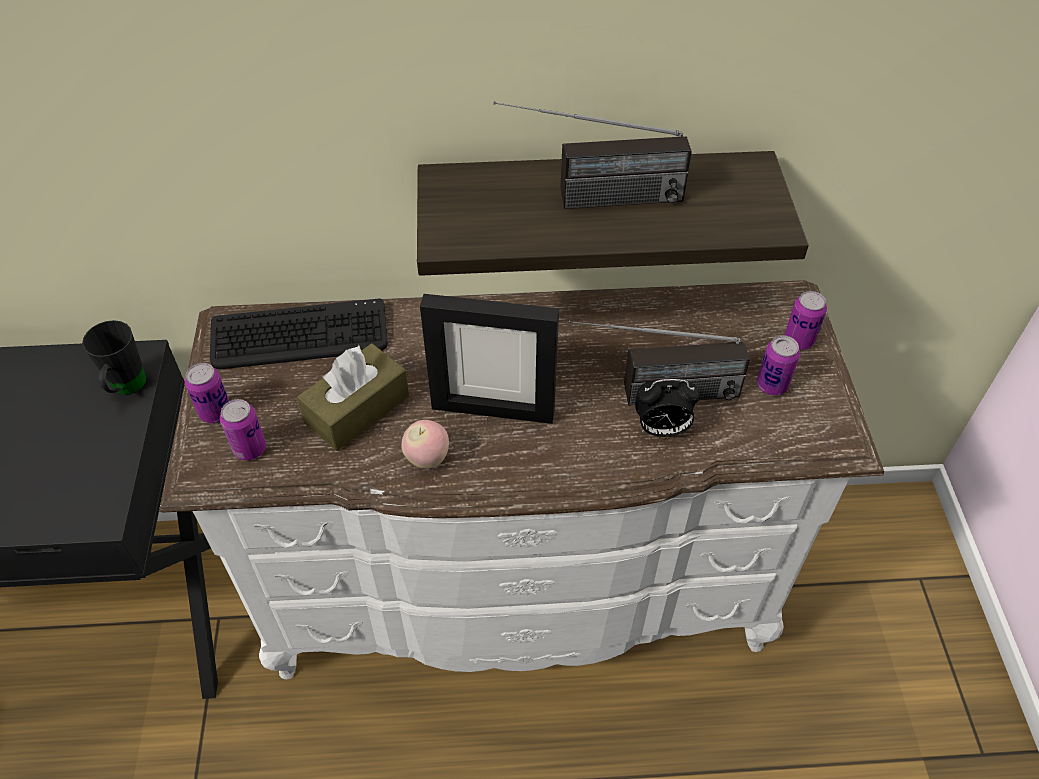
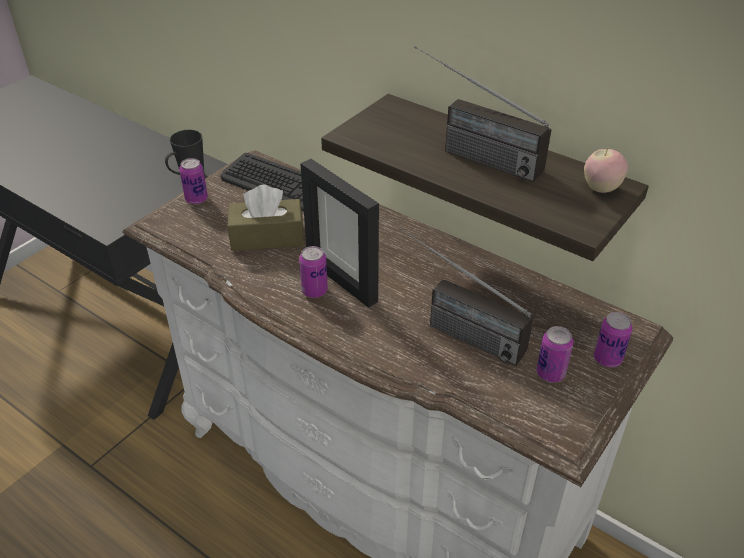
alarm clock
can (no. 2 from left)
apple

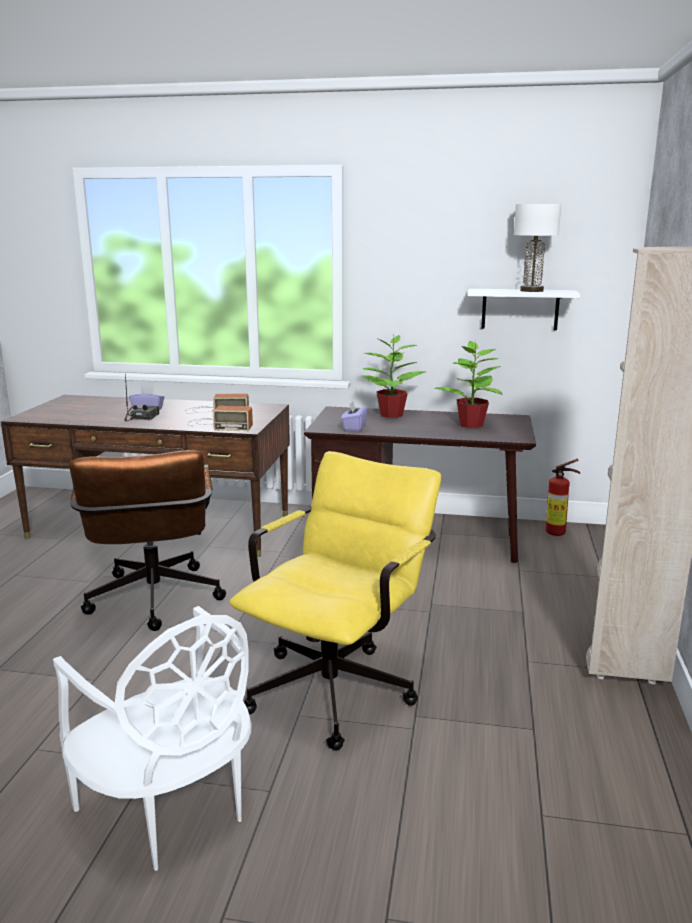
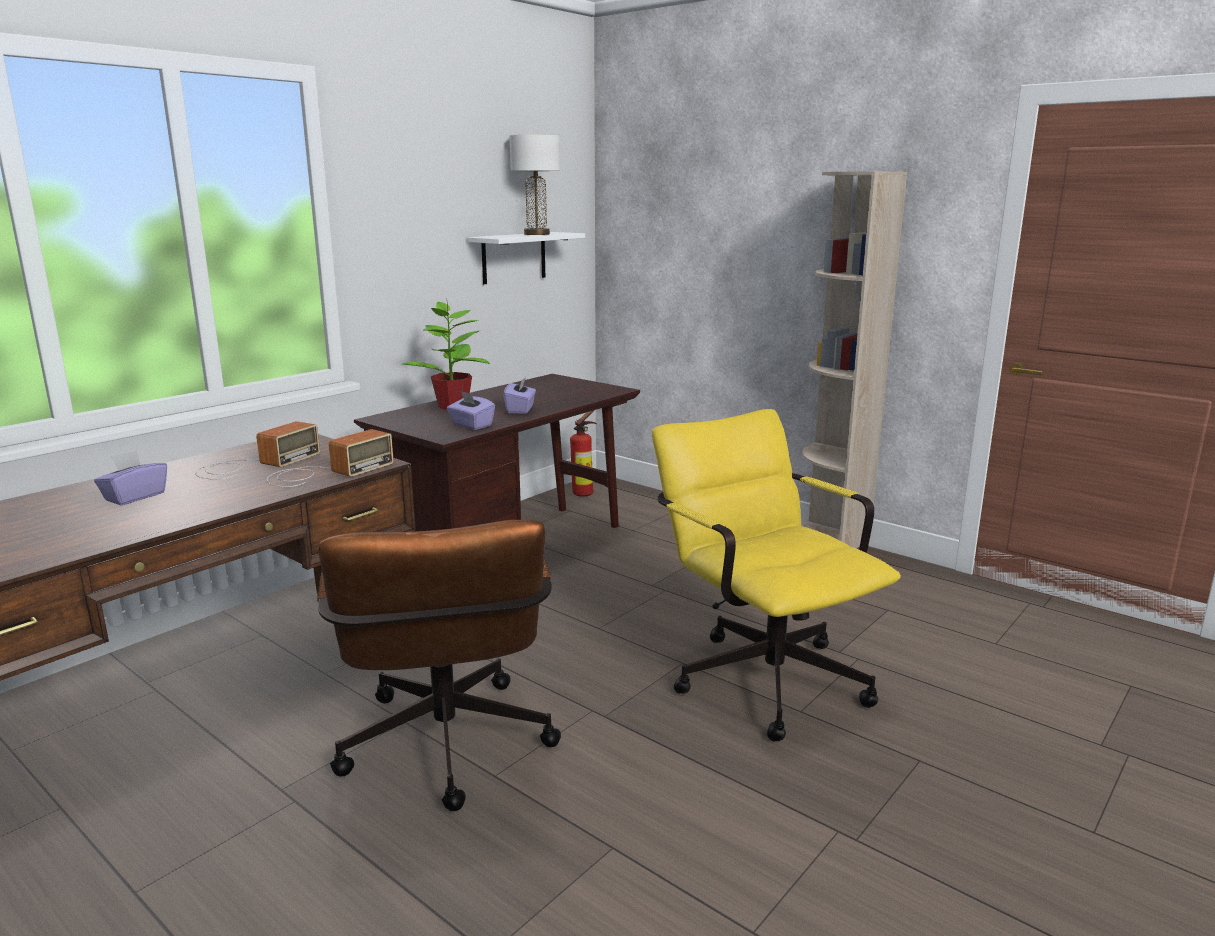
white chair
radio (no. 1 from left in the first image)
potted plant (no. 2 from left in the first image)
purple tissue box (no. 3 from left)
brown office chair

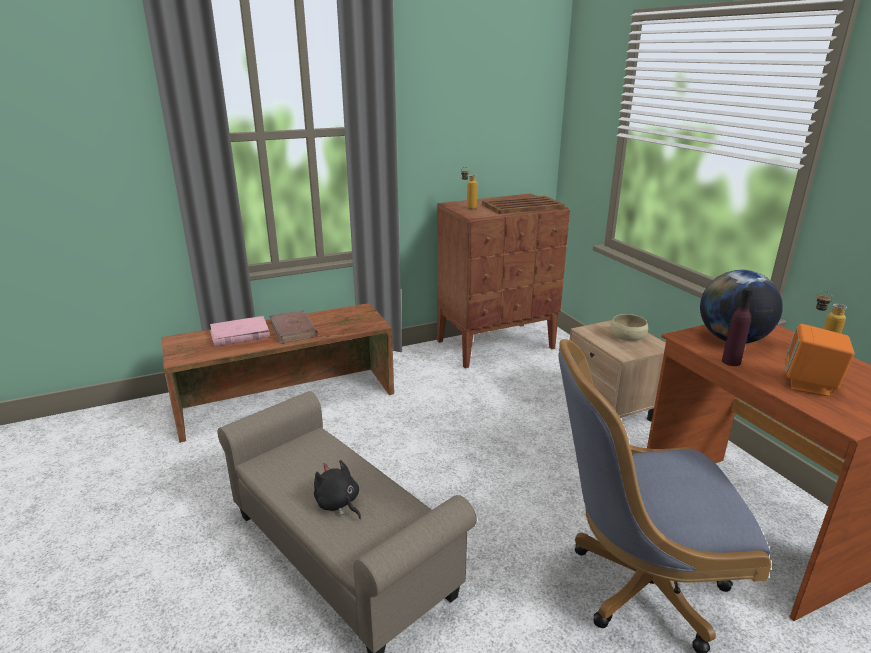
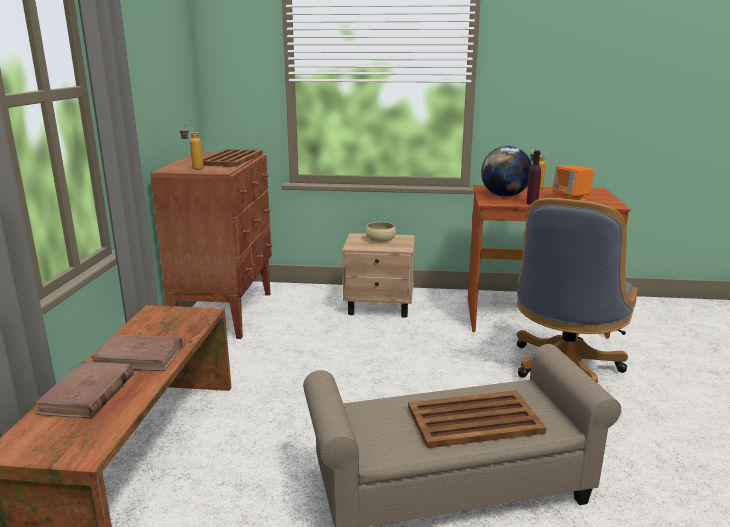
brown tray (no. 2 from left)
brown book (no. 1 from left)

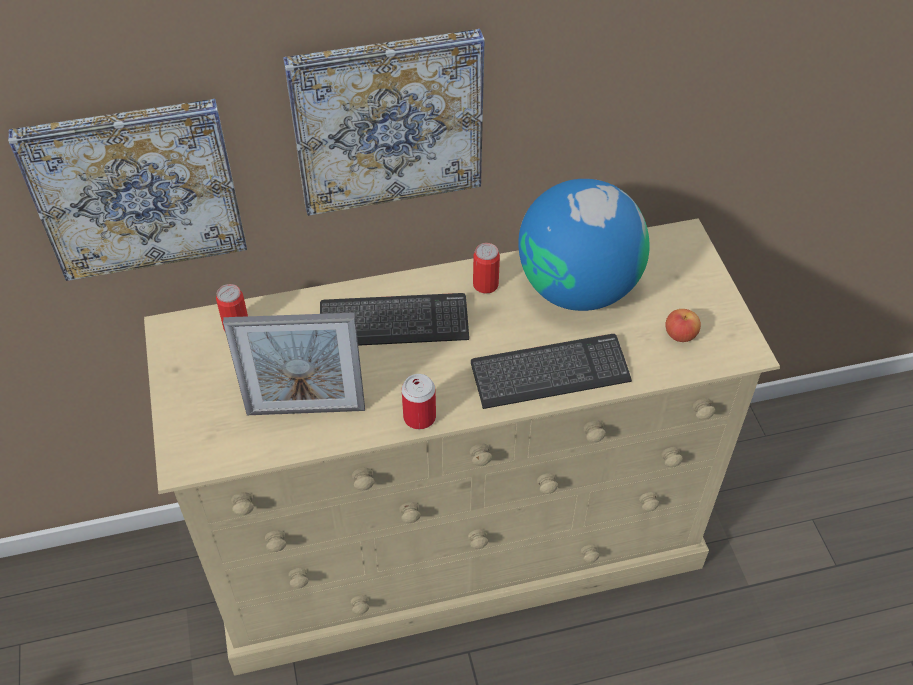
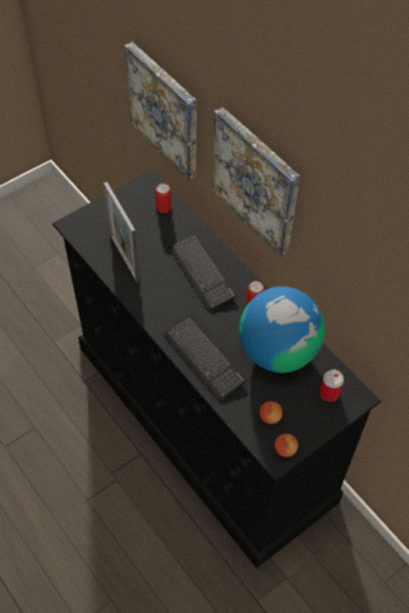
apple (no. 2 from left)
can (no. 3 from left)
black dresser

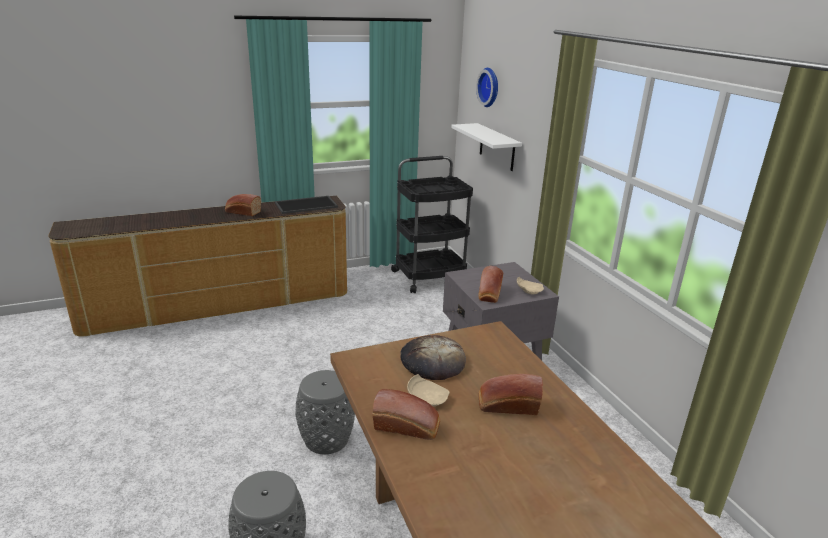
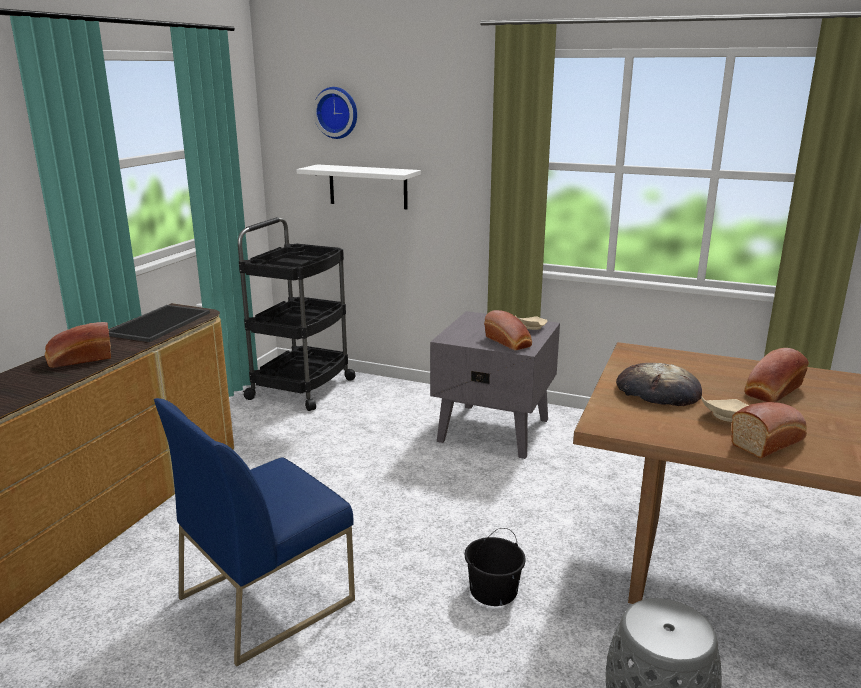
blue chair
black bucket

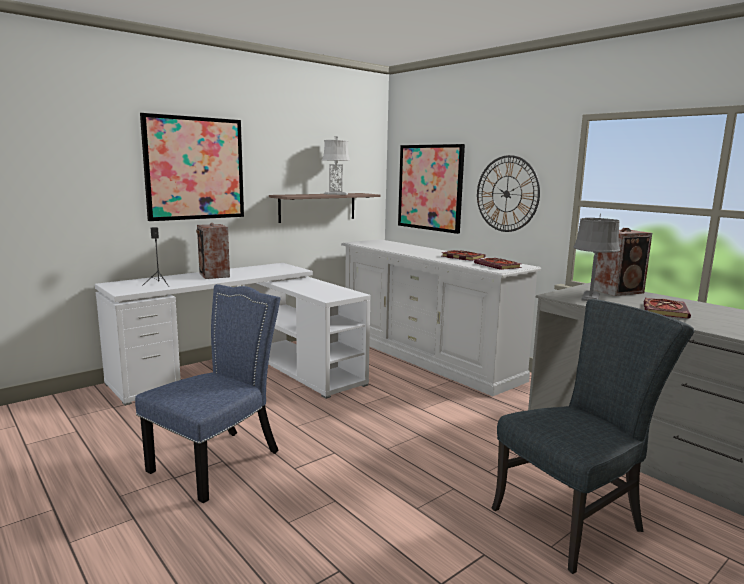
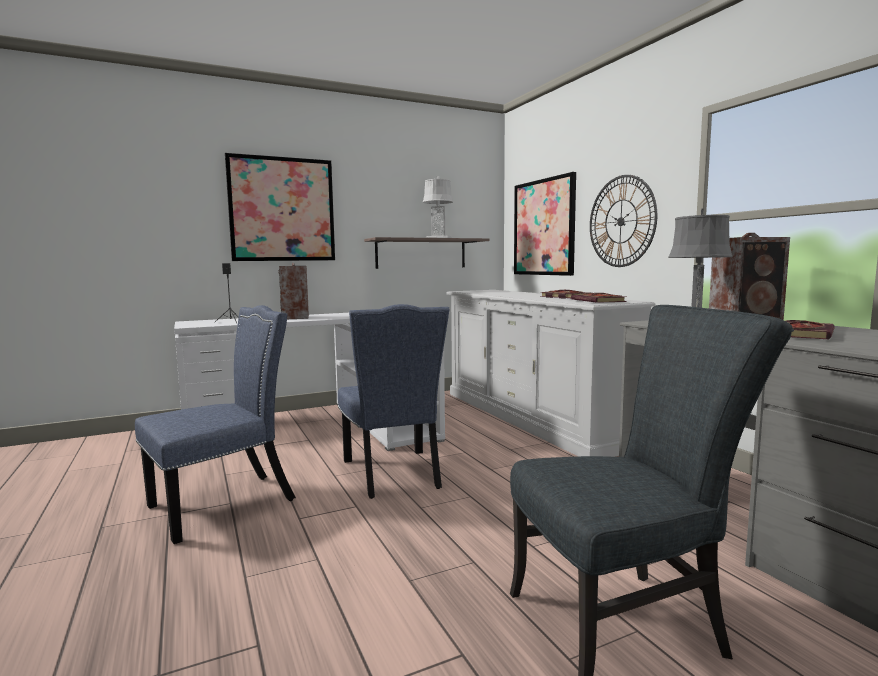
blue chair (no. 2 from left)

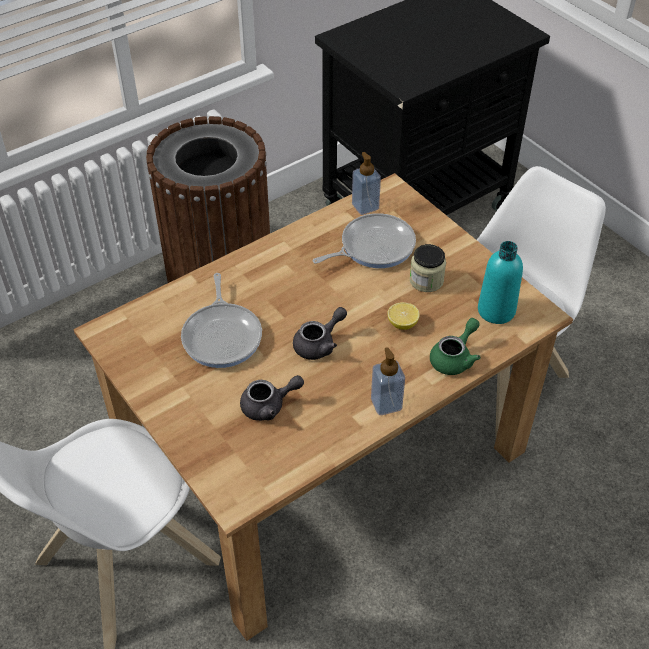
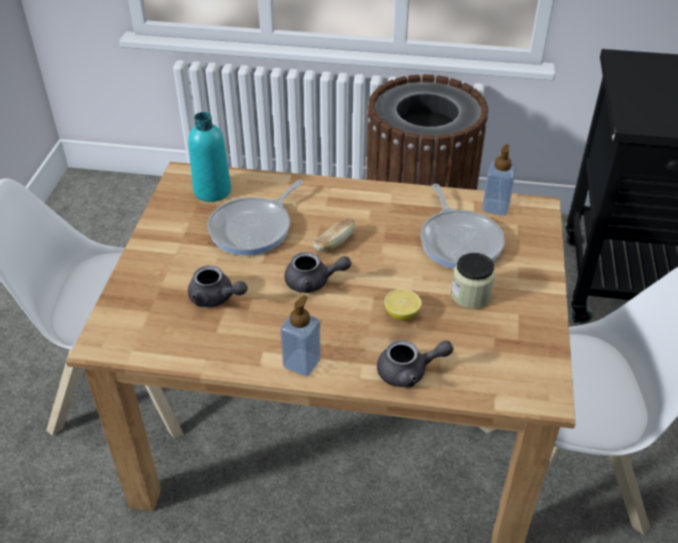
bread
turquoise bottle
grey teapot (no. 3 from left)
frying pan (no. 2 from left)

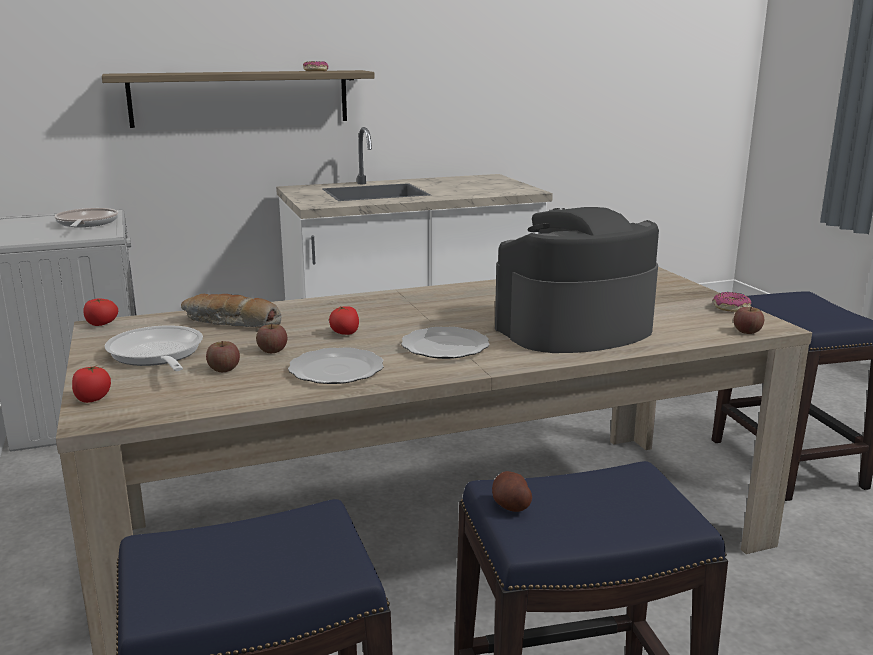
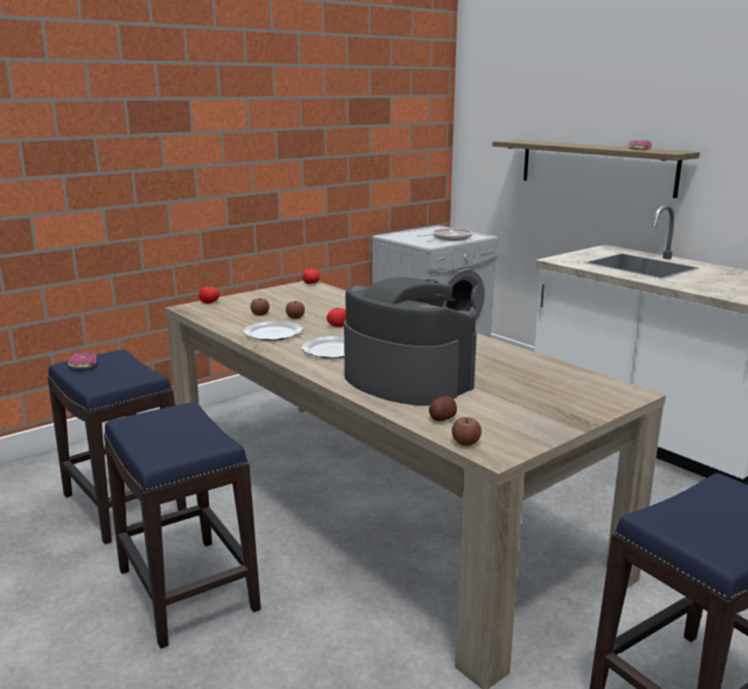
frying pan (no. 2 from left in the first image)
bread
potato
donut (no. 1 from left)

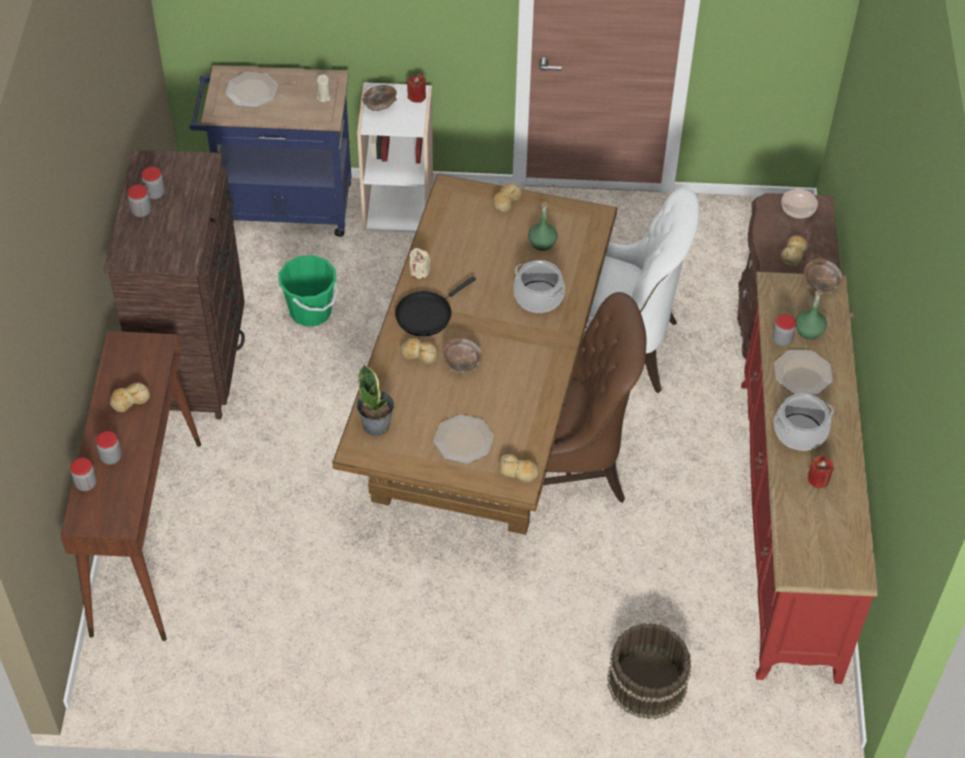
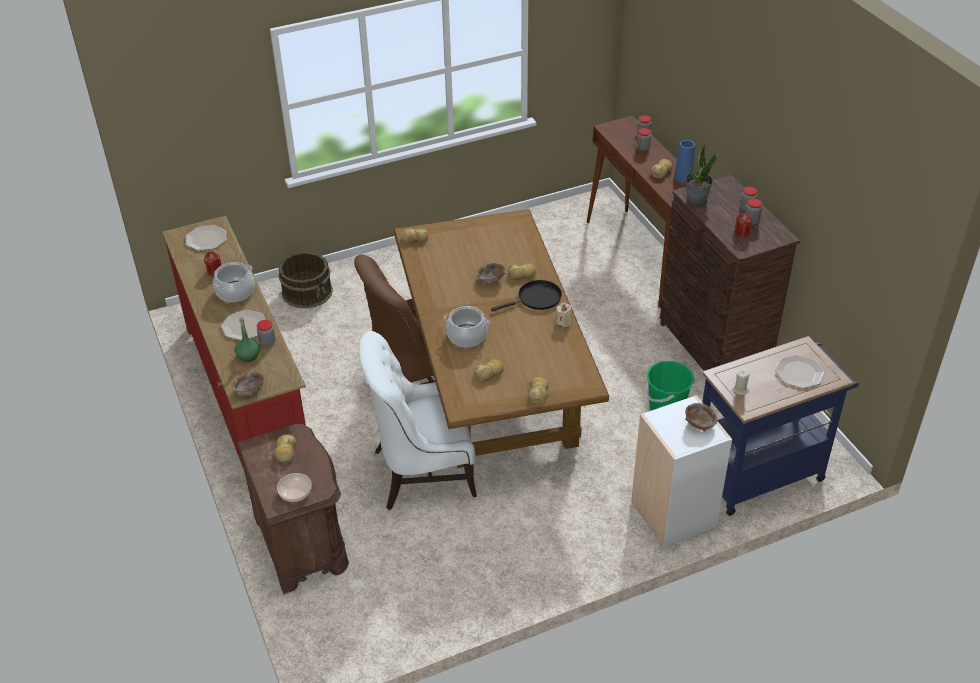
blue vase
potted plant
red candle (no. 2 from left)
plate (no. 1 from left)
bread (no. 3 from left)
black frying pan

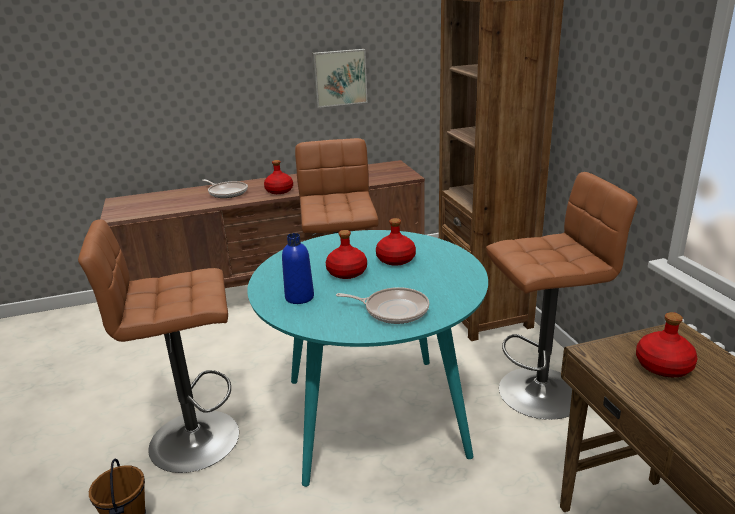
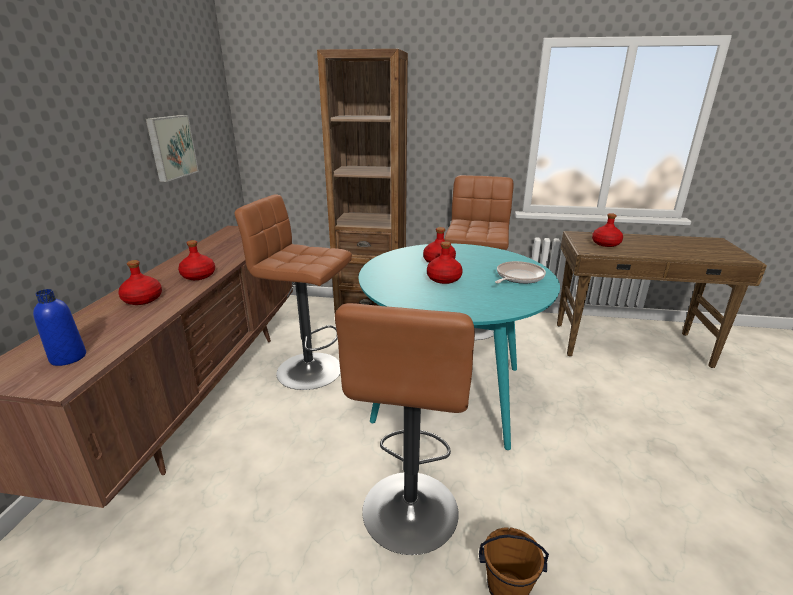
blue bottle
red bottle (no. 1 from left)

